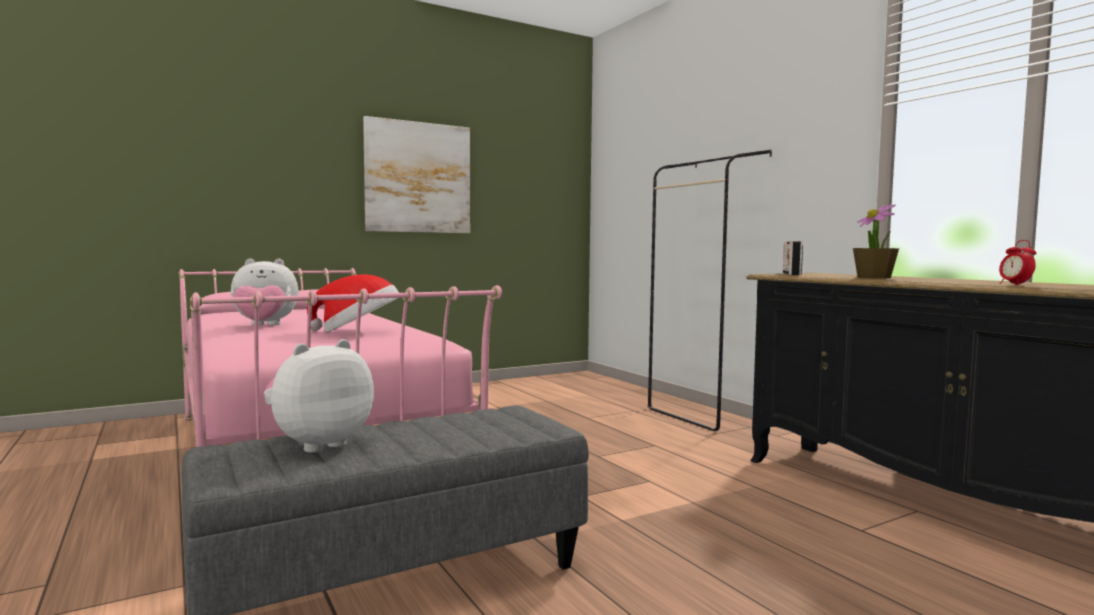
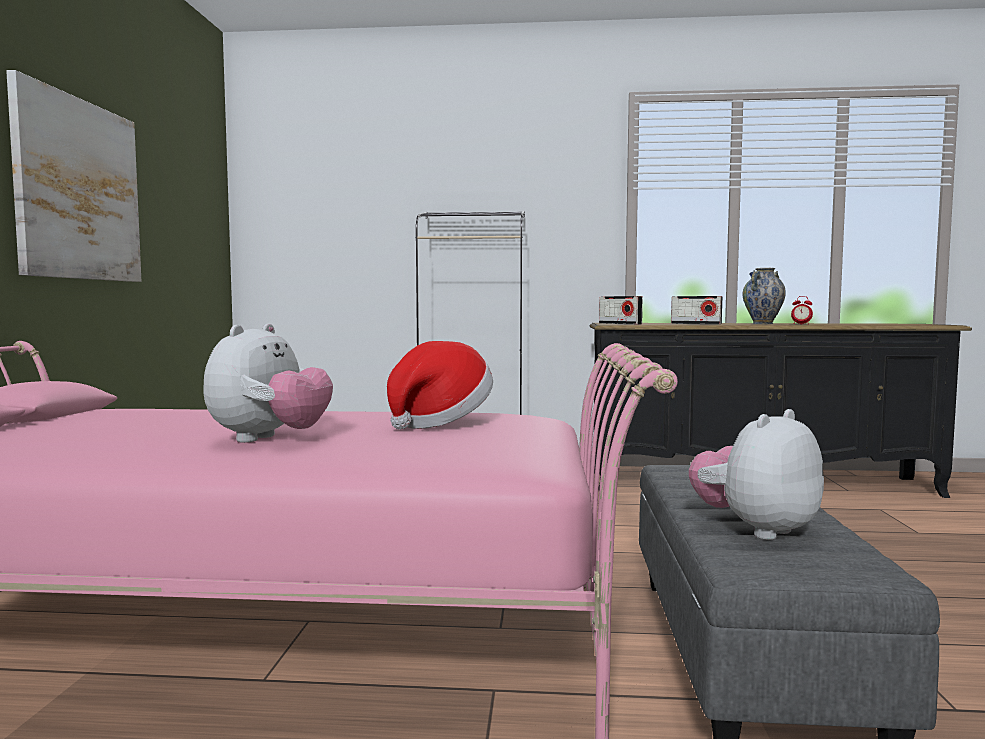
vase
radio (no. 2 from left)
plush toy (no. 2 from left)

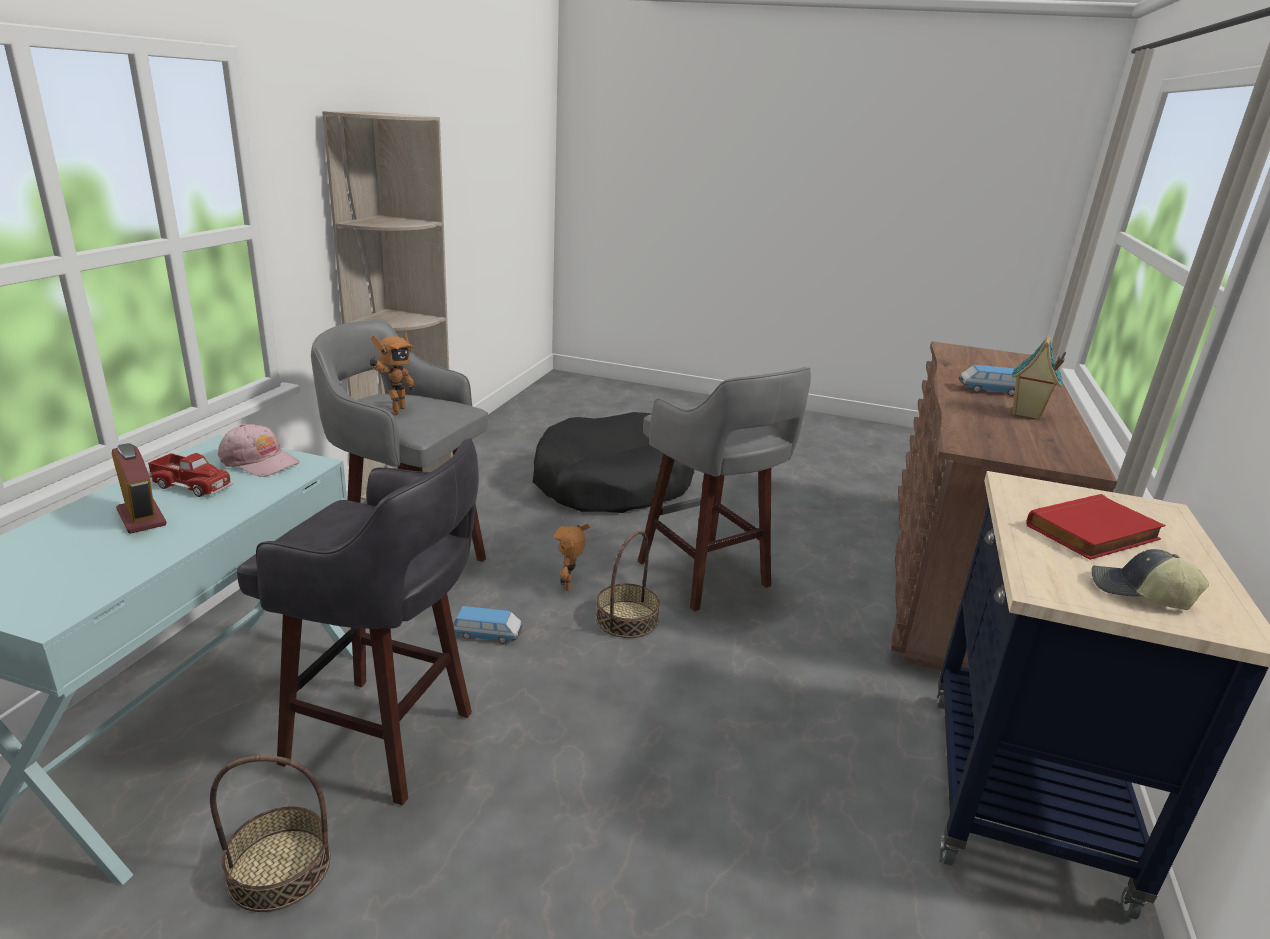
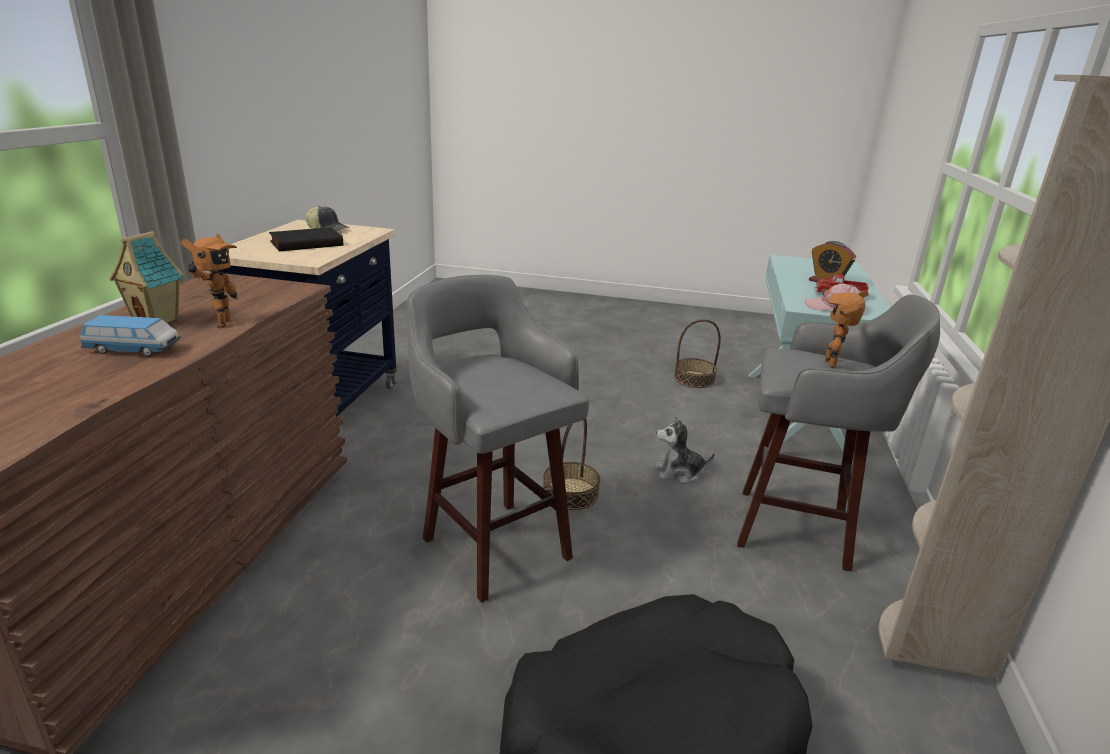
grey stool (no. 1 from left in the first image)
toy robot (no. 1 from left)
plush toy
black book

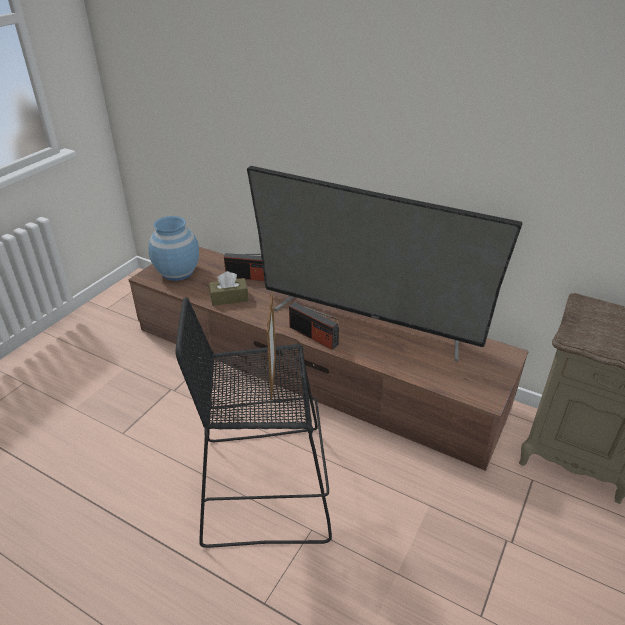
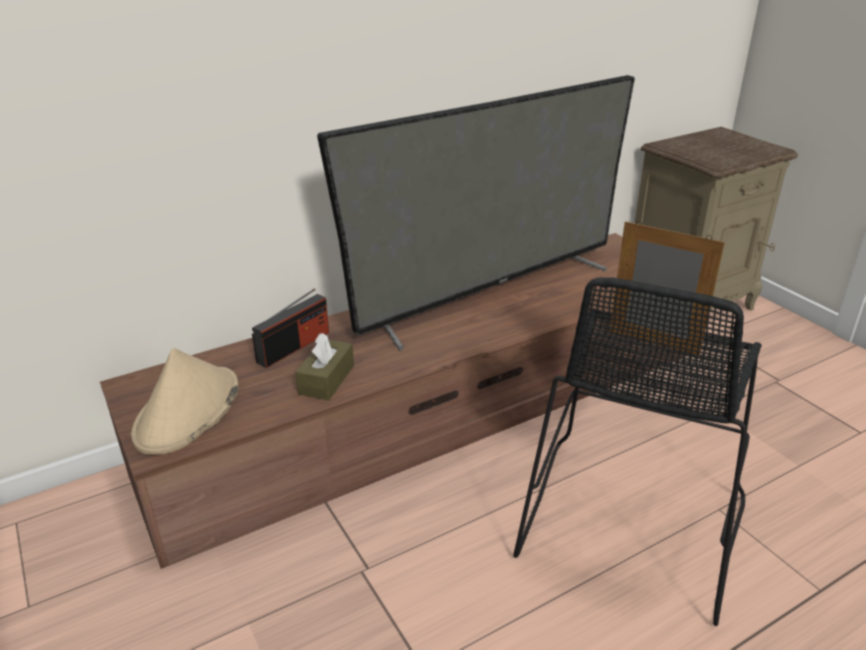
radio (no. 2 from left in the first image)
beige hat

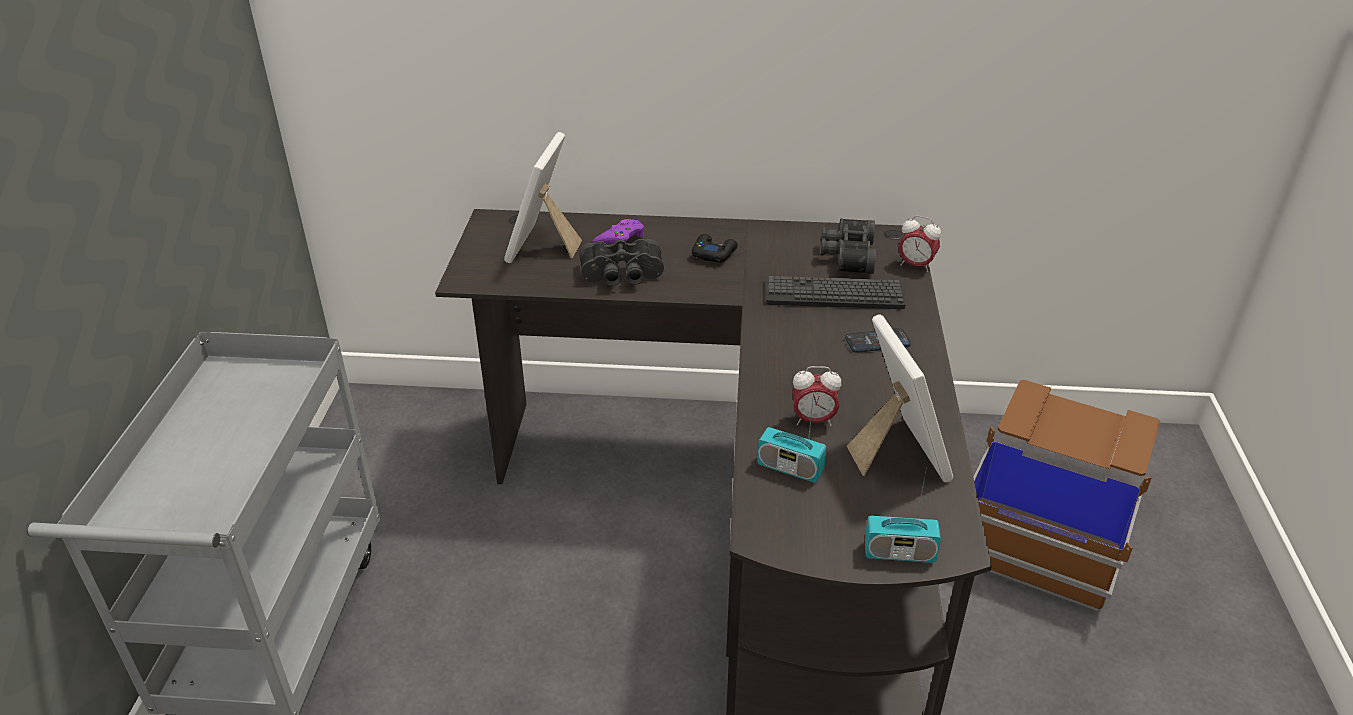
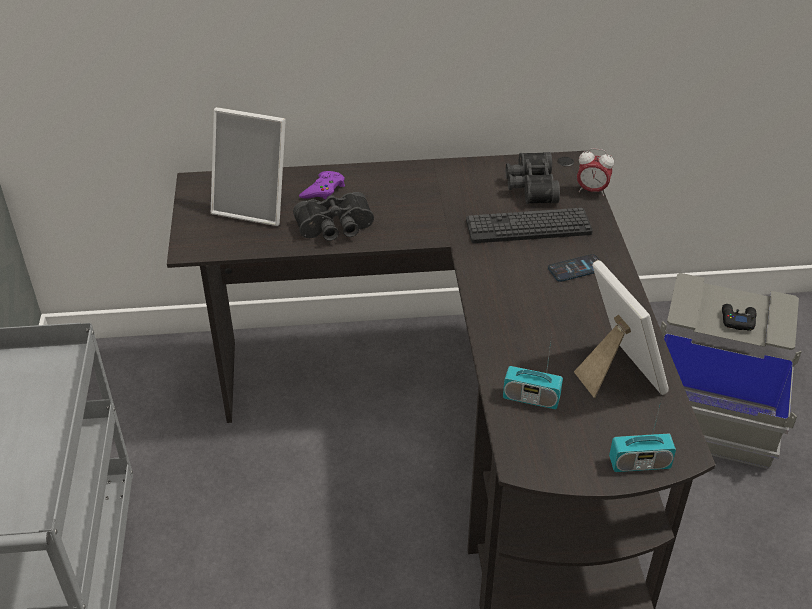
alarm clock (no. 1 from left in the first image)
black game controller
grey storage box
picture frame (no. 1 from left)

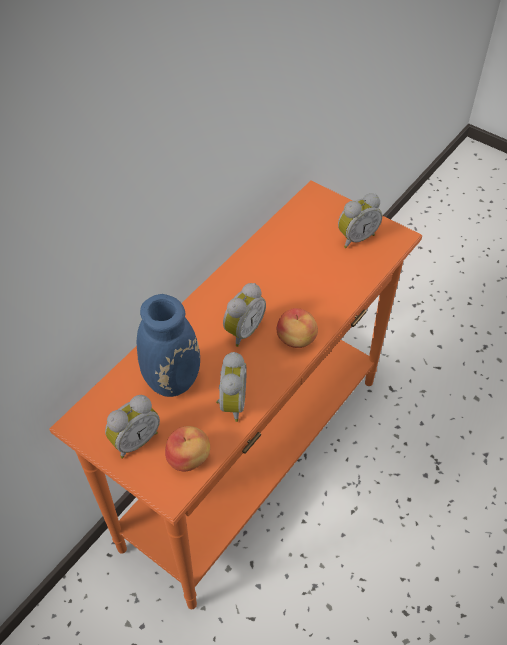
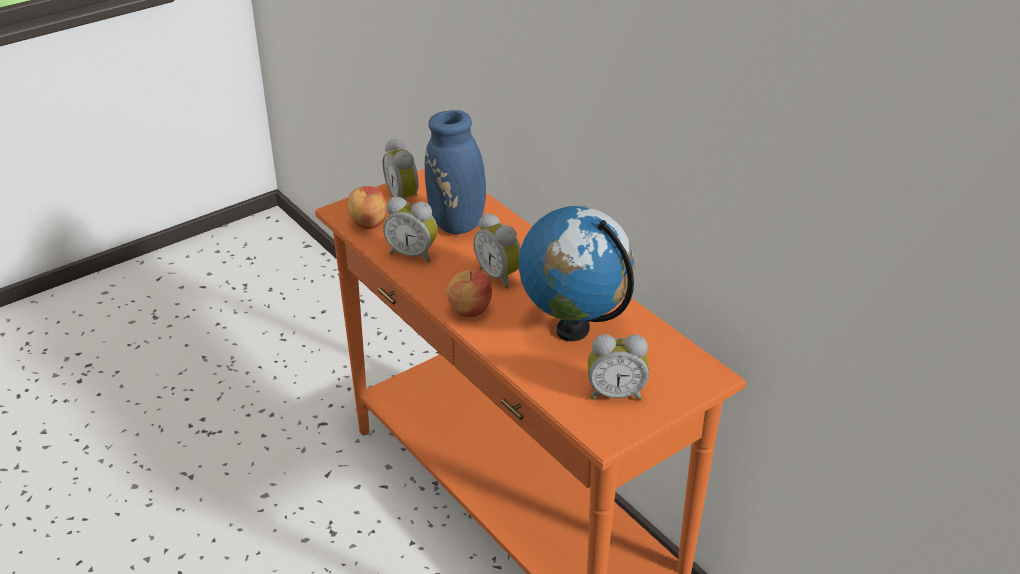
globe
alarm clock (no. 4 from left)

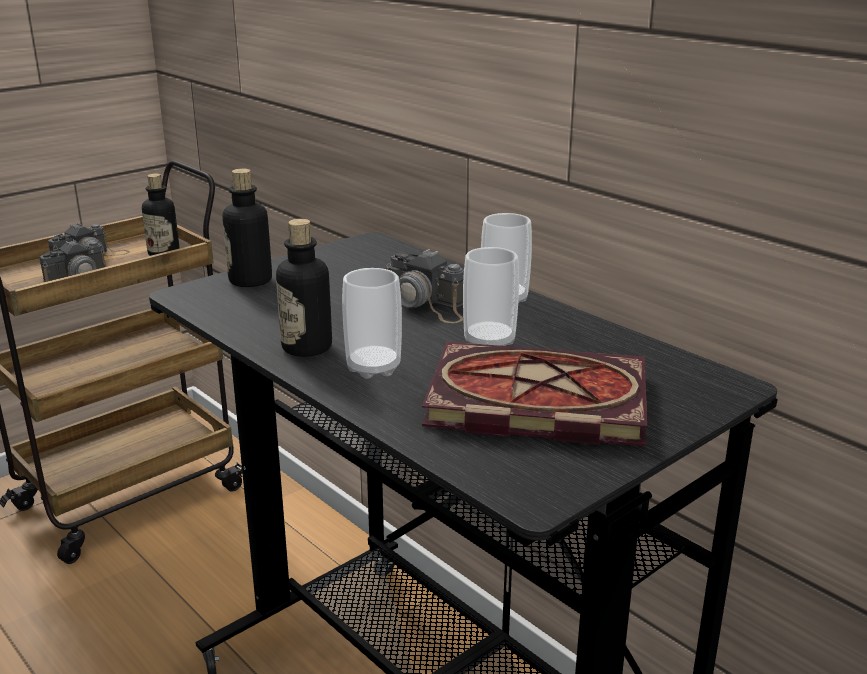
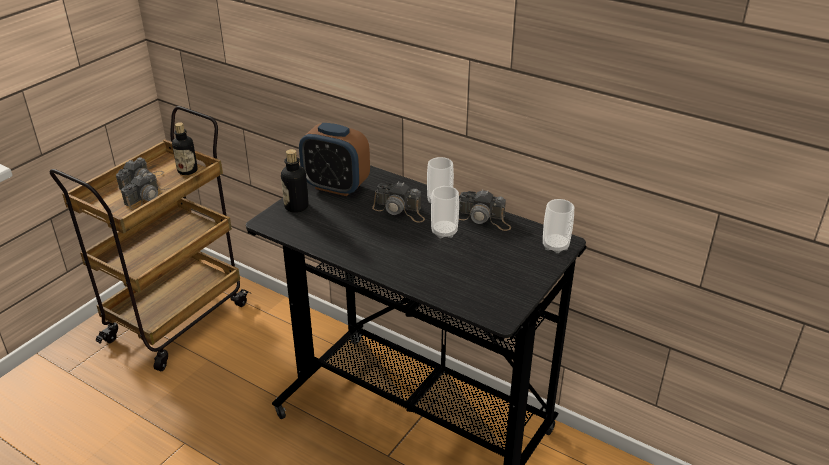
bottle (no. 3 from left in the first image)
book
alarm clock
photo camera (no. 4 from left)
cup (no. 3 from left)

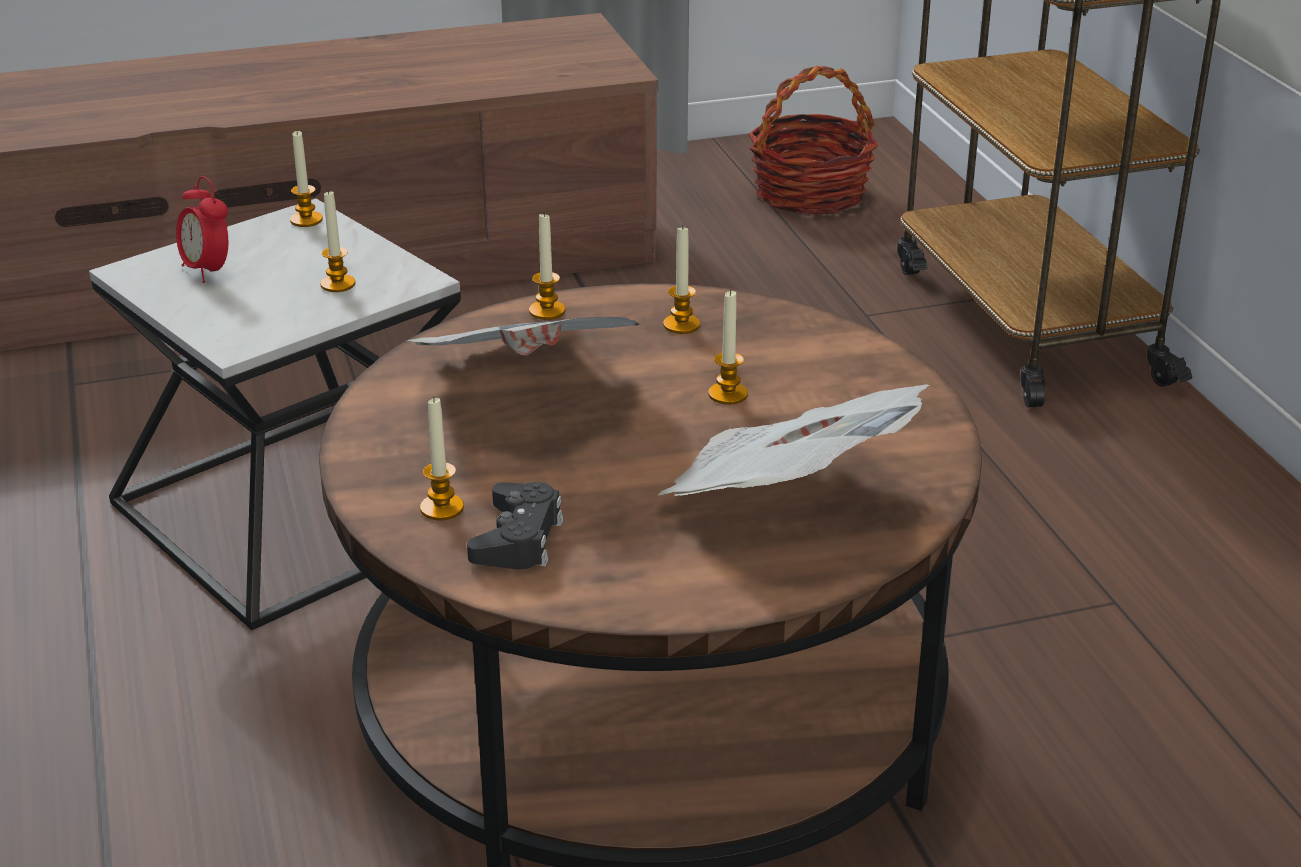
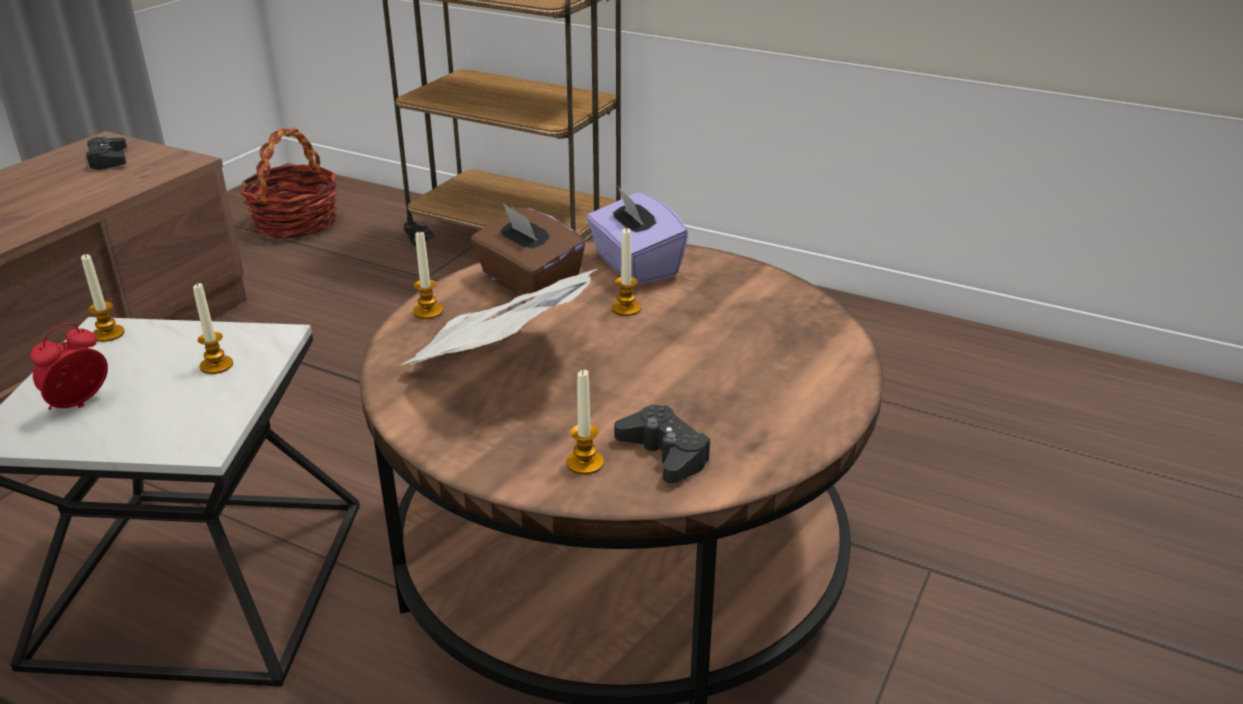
newspaper (no. 2 from left in the first image)
black game controller (no. 1 from left)
purple tissue box
brown tissue box
alarm clock

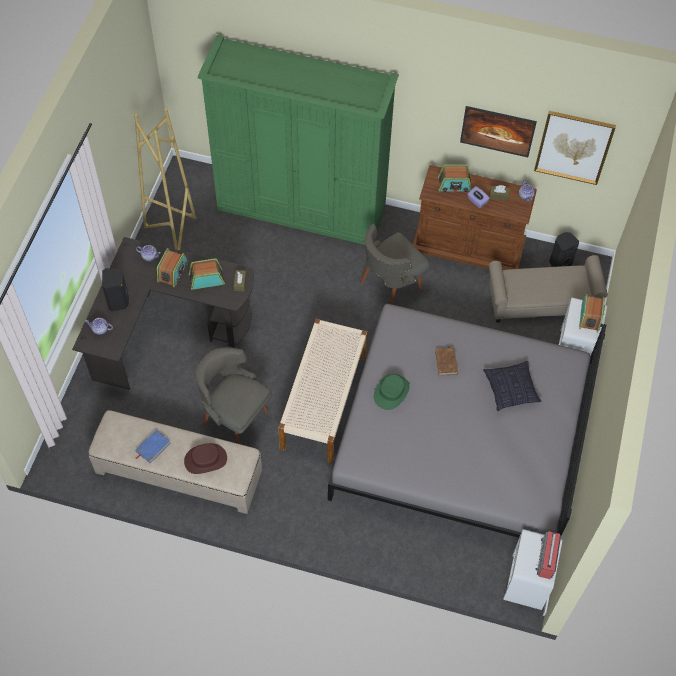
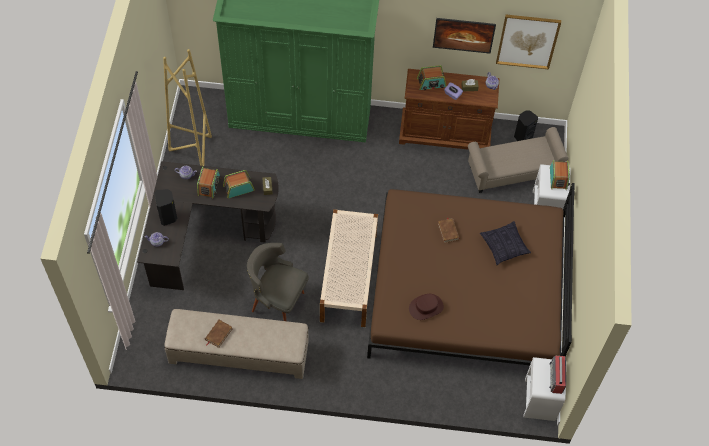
grey chair (no. 2 from left in the first image)
green hat
brown hat
brown book (no. 1 from left)
brown bed

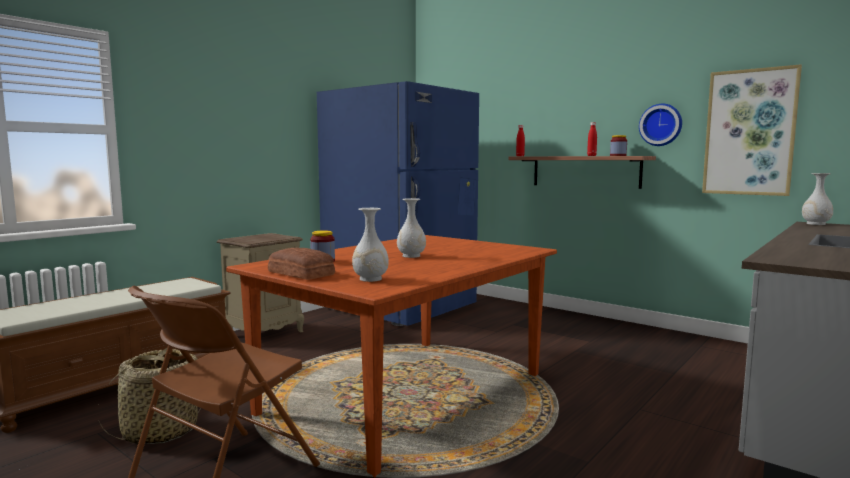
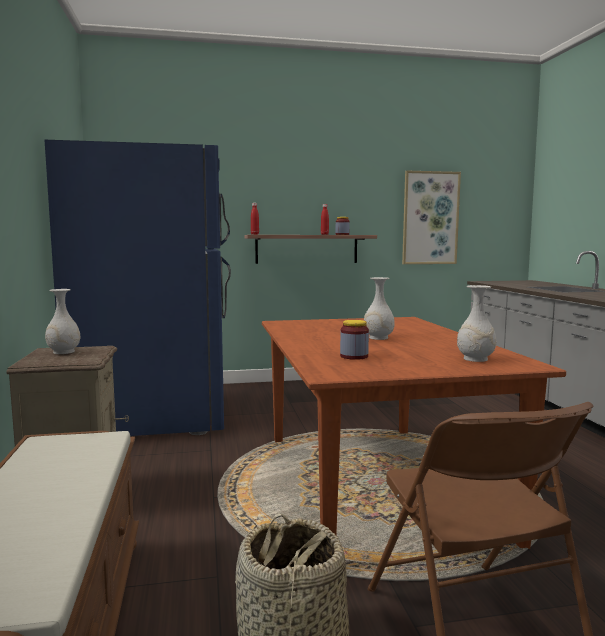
bread
wall clock
white vase (no. 1 from left)

